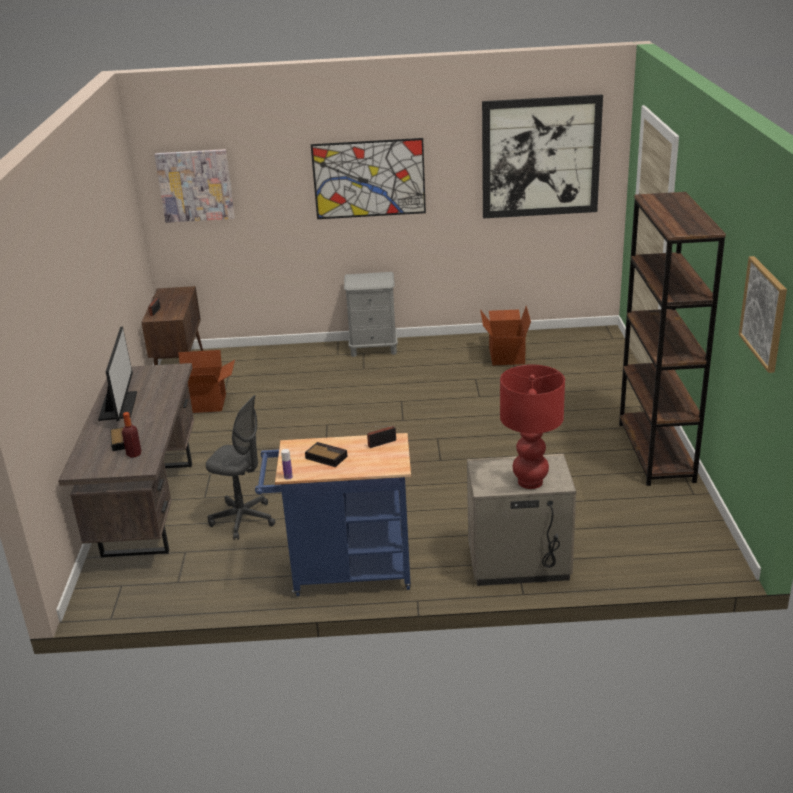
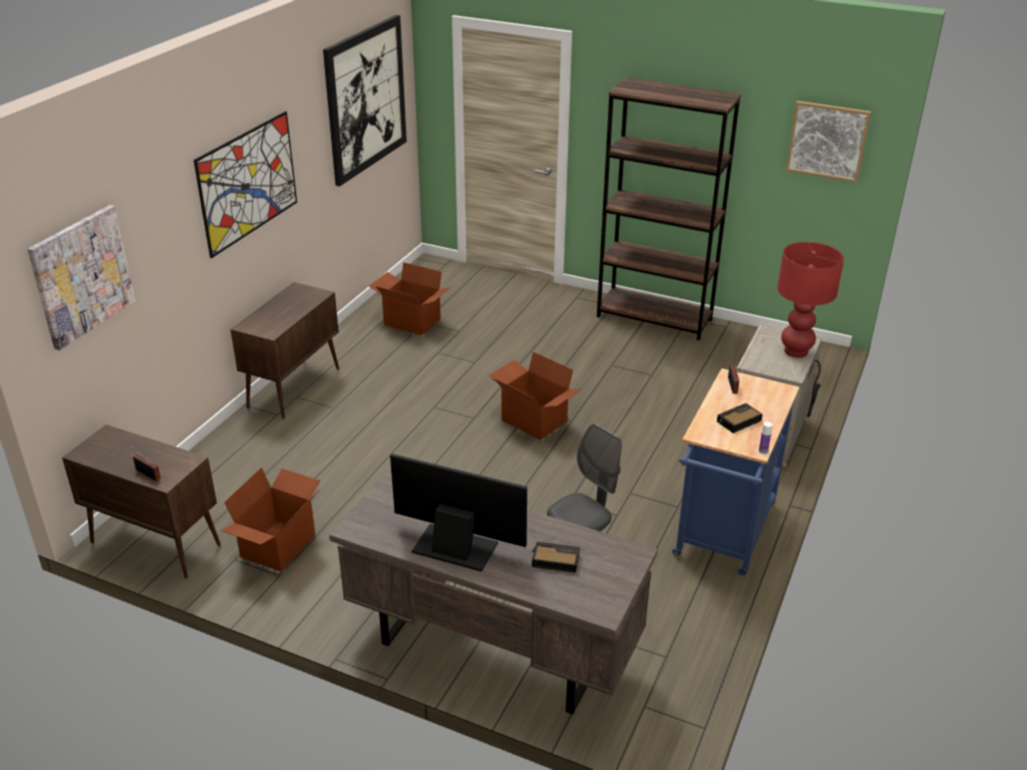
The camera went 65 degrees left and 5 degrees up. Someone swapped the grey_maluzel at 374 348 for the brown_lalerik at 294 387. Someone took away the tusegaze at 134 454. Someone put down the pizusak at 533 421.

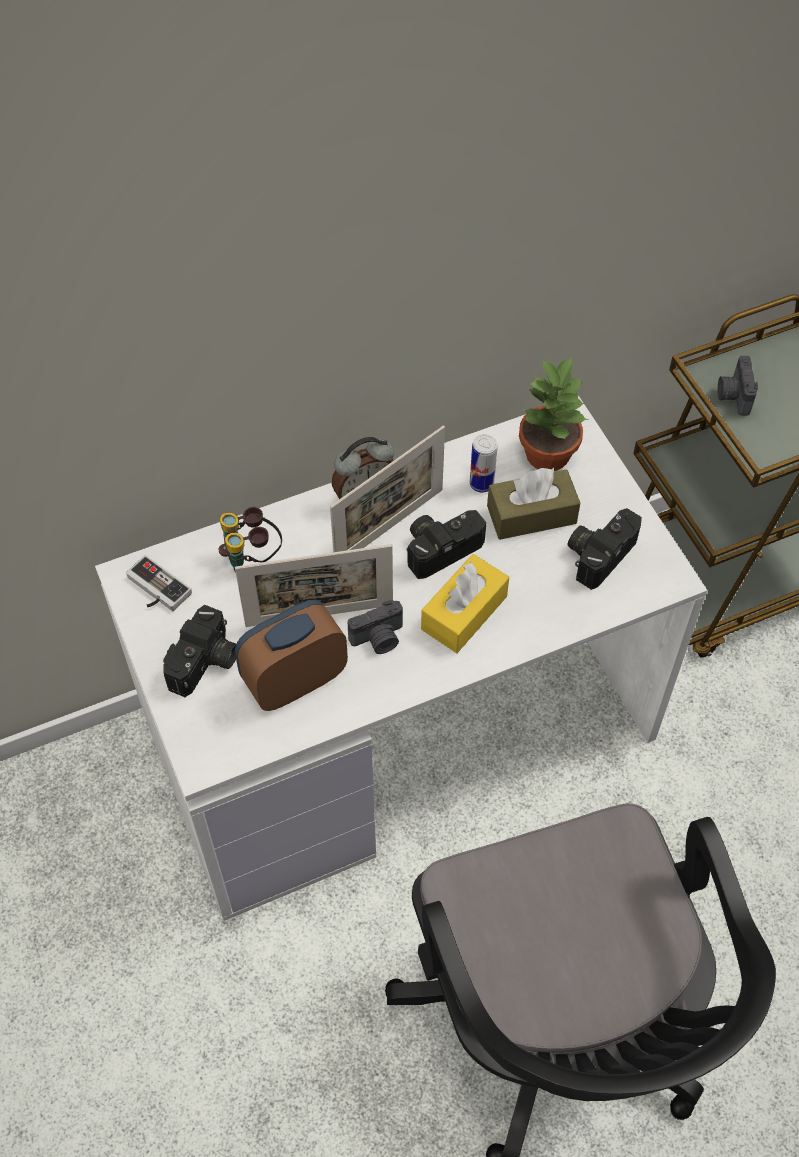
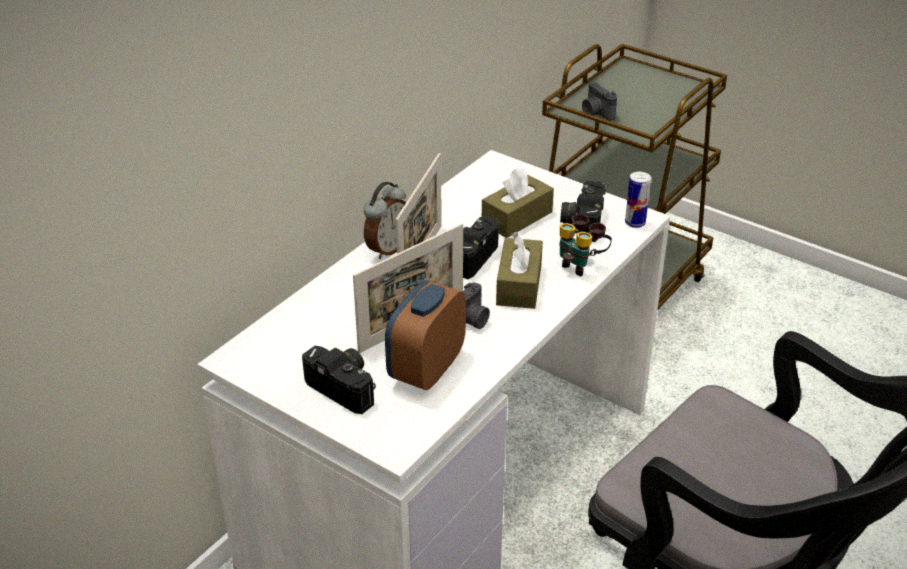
The camera went 30 degrees left and 20 degrees down. Someone took away the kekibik at 547 452. Someone carried the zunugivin from 481 483 to 635 223. Someone carried the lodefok from 252 558 to 581 264. Someone repainted the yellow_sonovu at 464 613, which became the brown_sonovu at 519 285. Someone took away the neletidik at 155 590. Someone rotated the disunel at 206 663 by 45 degrees counterclockwise.

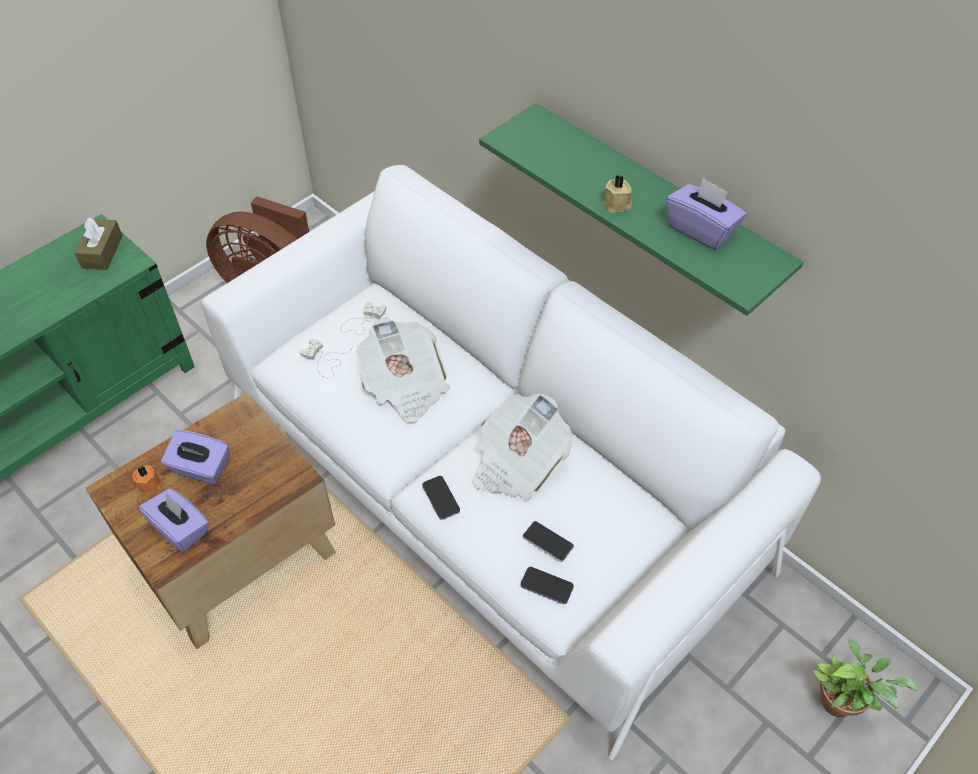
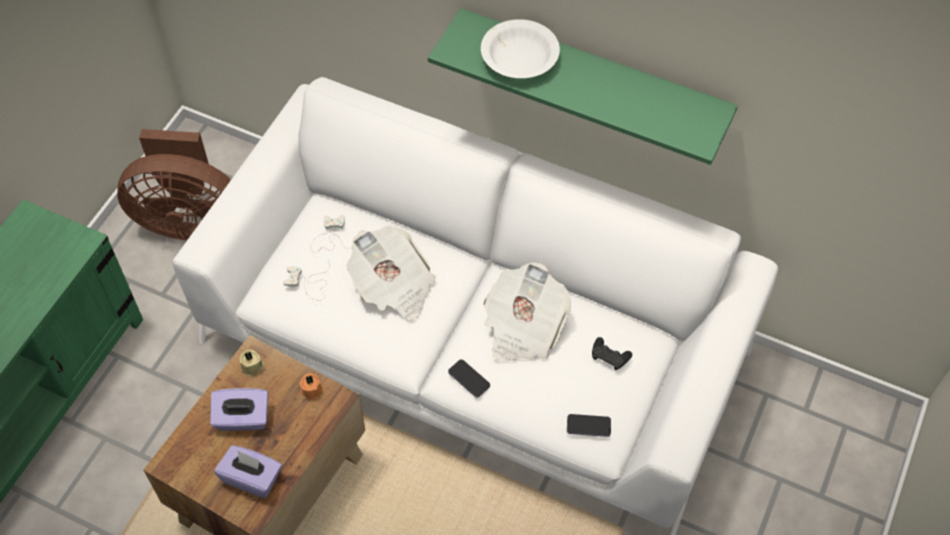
The camera went 20 degrees left and 5 degrees up. Someone carried the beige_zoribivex from 617 205 to 253 367. Someone took away the purple_sonovu at 701 229. Someone took away the brown_sonovu at 102 252. Someone carried the orange_zoribivex from 150 484 to 312 389. Someone took away the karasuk at 547 542. Someone took away the kekibik at 841 701. Someone put down the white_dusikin at 519 58. Someone put down the black_neletidik at 609 356.

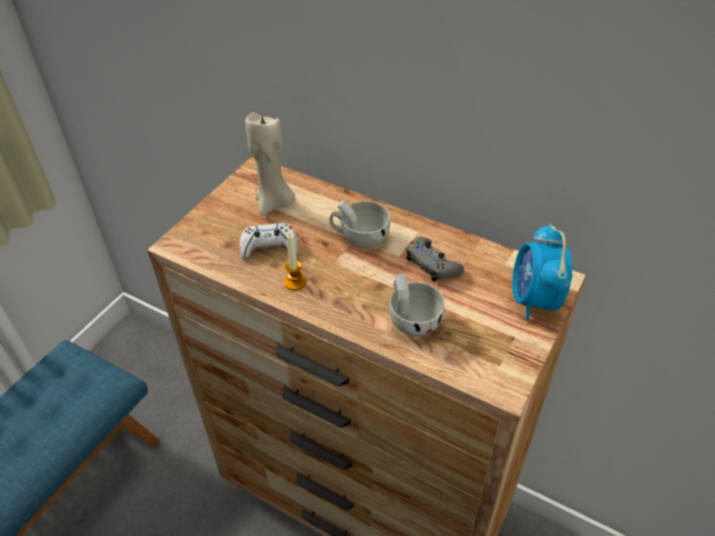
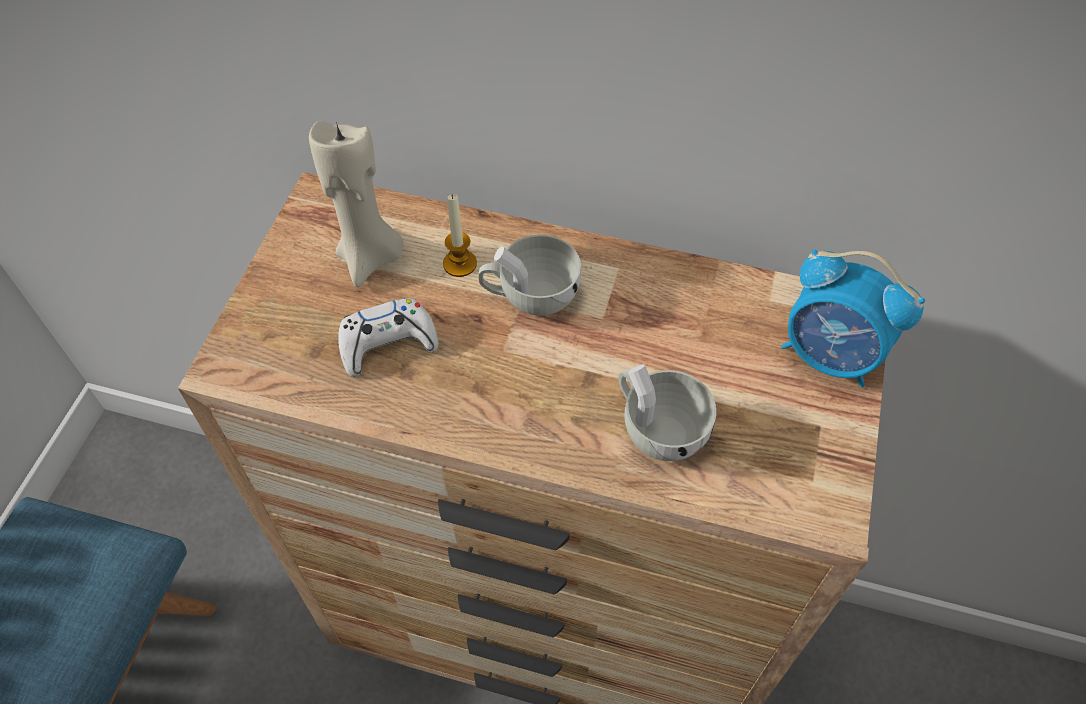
The camera went 15 degrees left and 10 degrees up. Someone rotated the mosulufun at 534 300 by 45 degrees counterclockwise. Someone carried the zoribivex from 295 282 to 460 264. Someone took away the grey_neletidik at 432 264.

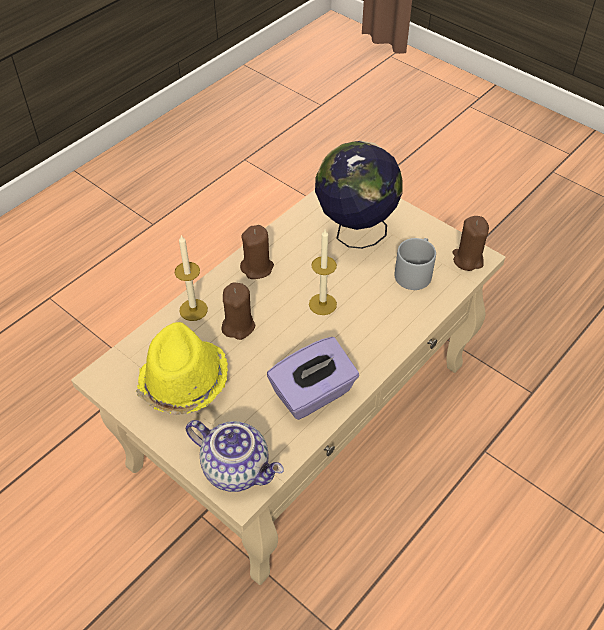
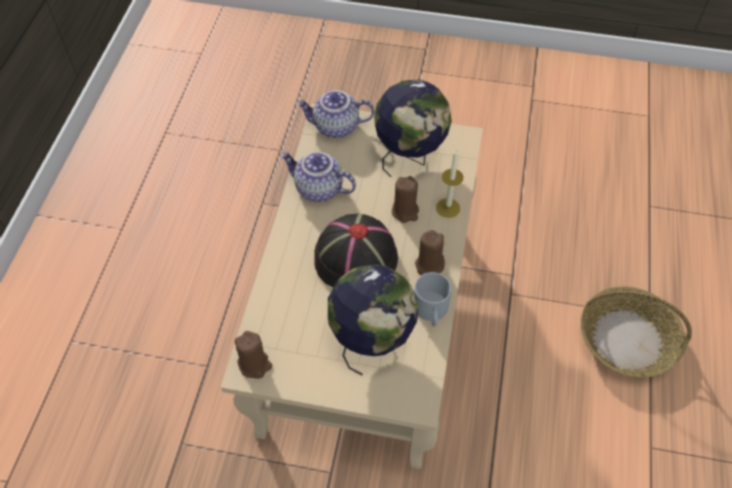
The camera went 150 degrees right and 5 degrees up. Someone swapped the zoribivex at 322 304 for the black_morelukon at 355 258. Someone carried the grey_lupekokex from 414 271 to 432 311. Someone swapped the yellow_morelukon at 183 382 for the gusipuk at 410 158. Someone swapped the purple_sonovu at 313 394 for the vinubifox at 318 189. Someone put down the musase at 626 340.

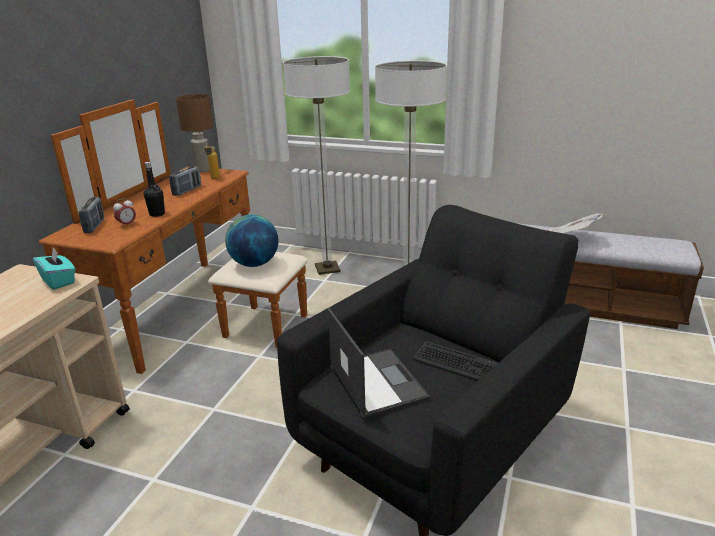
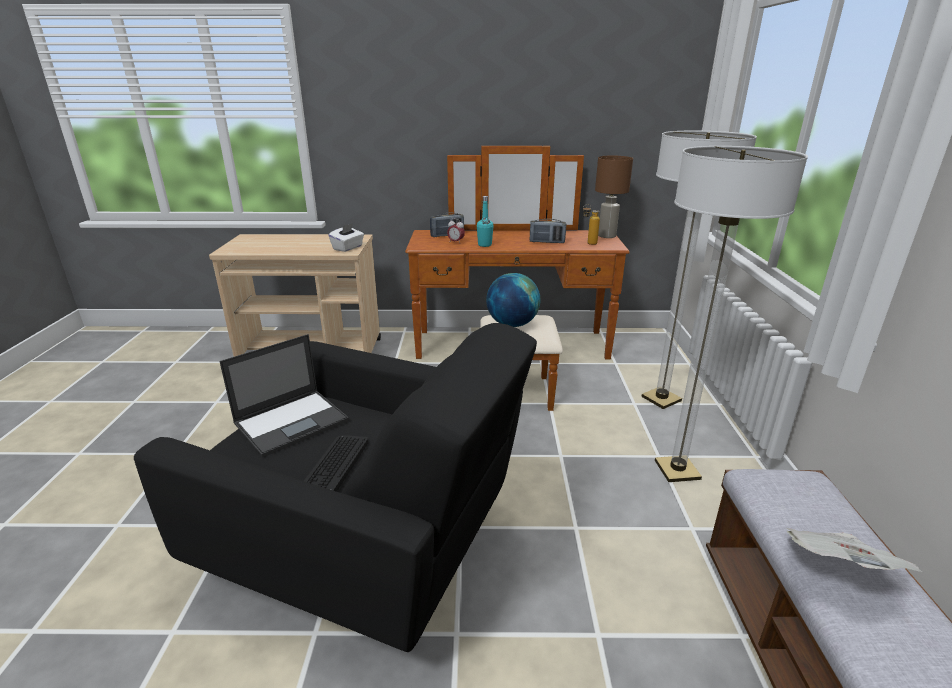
The camera went 70 degrees right and 0 degrees up. Someone repainted the black_tusegaze at 157 214, which became the turquoise_tusegaze at 484 245. Someone repainted the turquoise_sonovu at 59 281, which became the white_sonovu at 348 248.

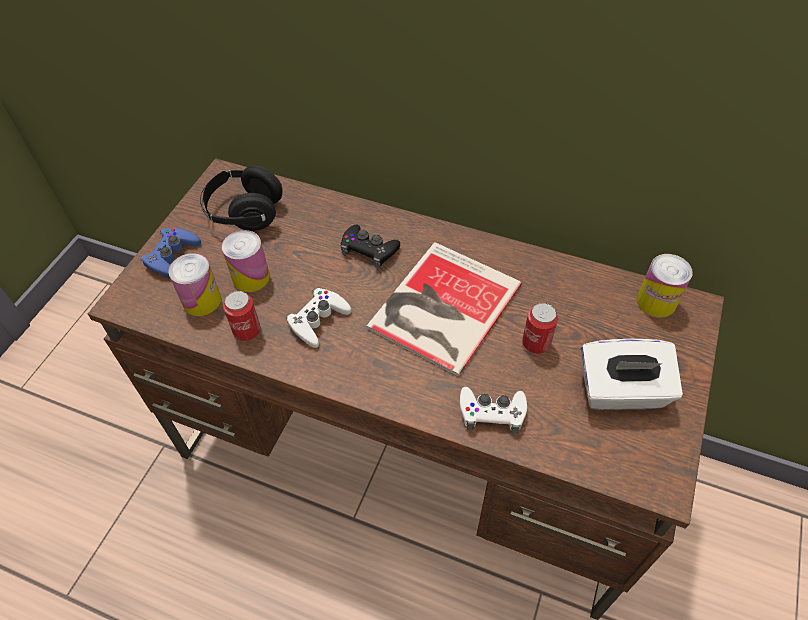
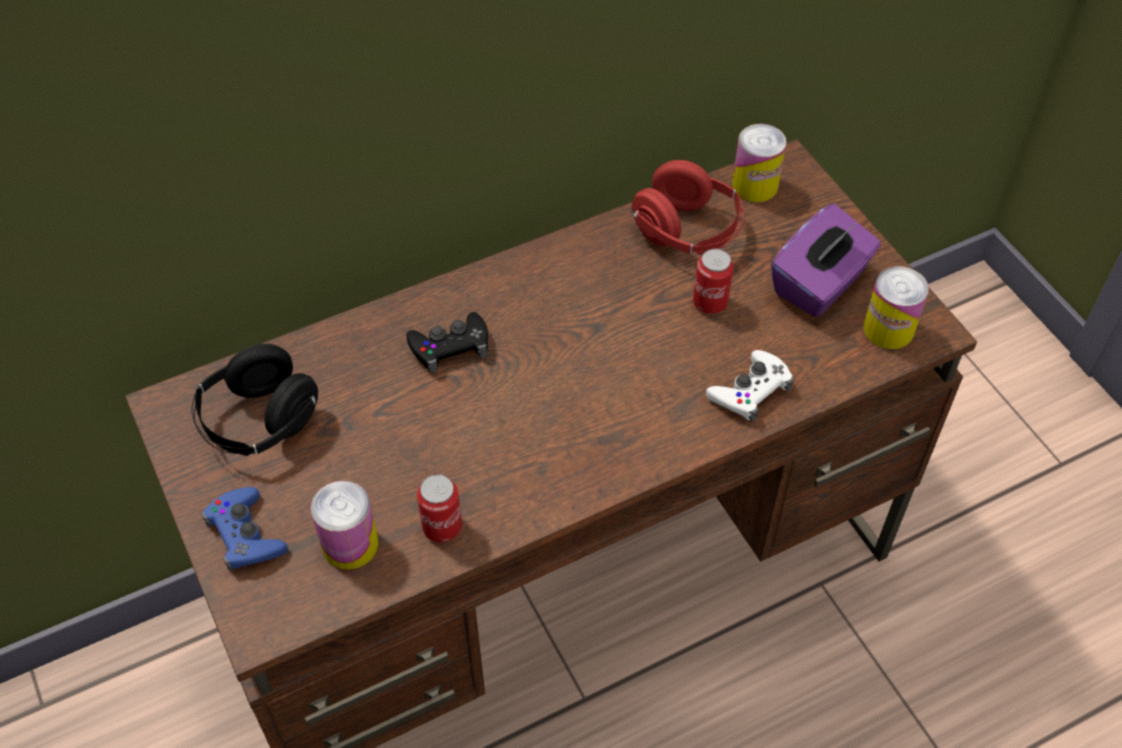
The camera went 50 degrees left and 0 degrees up. Someone carried the zunugivin from 251 277 to 888 329. Someone took away the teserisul at 440 307. Someone took away the white_neletidik at 318 320. Someone repainted the white_sonovu at 621 391, which became the purple_sonovu at 820 284. Someone put down the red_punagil at 687 232.

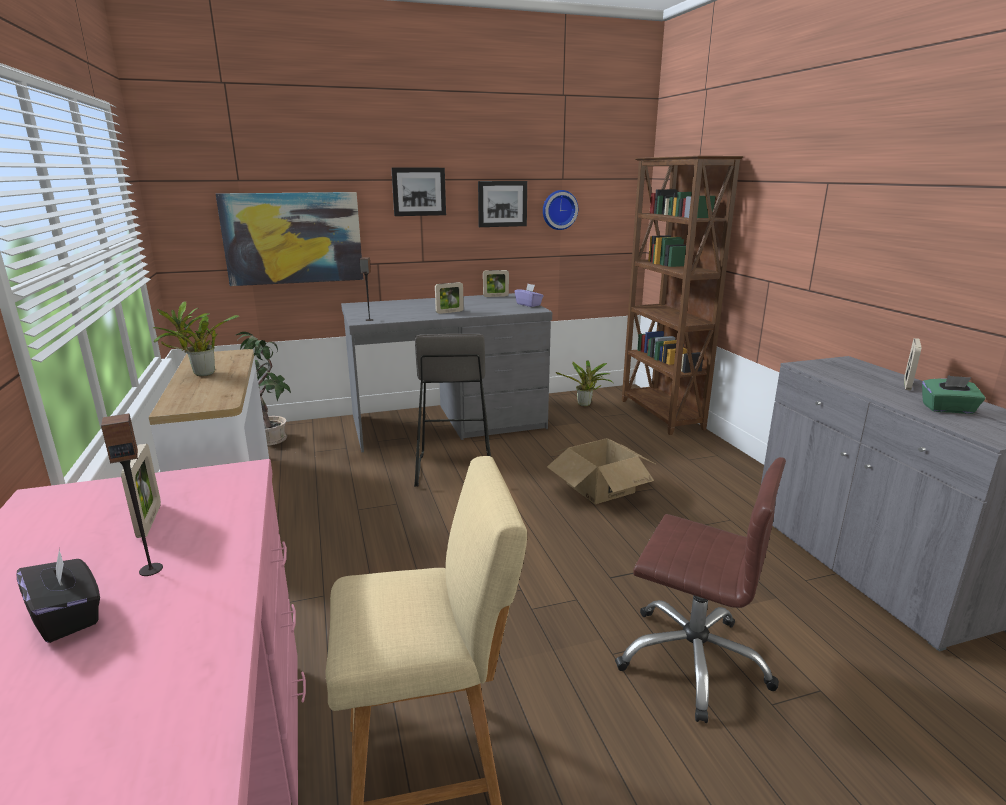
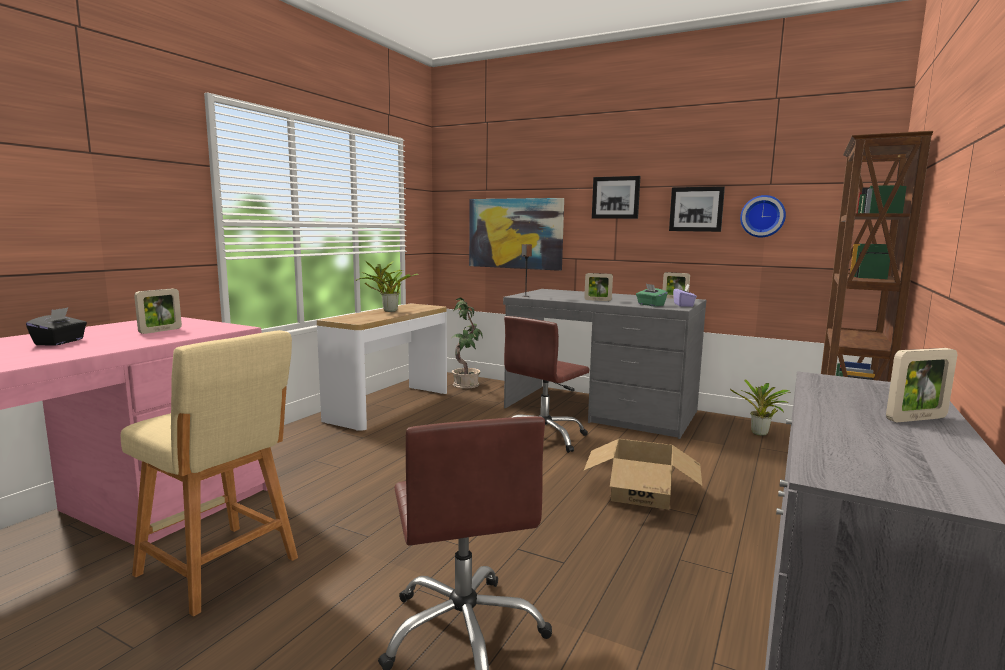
The camera went 45 degrees right and 10 degrees down. Someone swapped the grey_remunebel at 454 469 for the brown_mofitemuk at 544 437. Someone carried the green_sonovu from 948 409 to 650 305. Someone took away the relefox at 151 569.

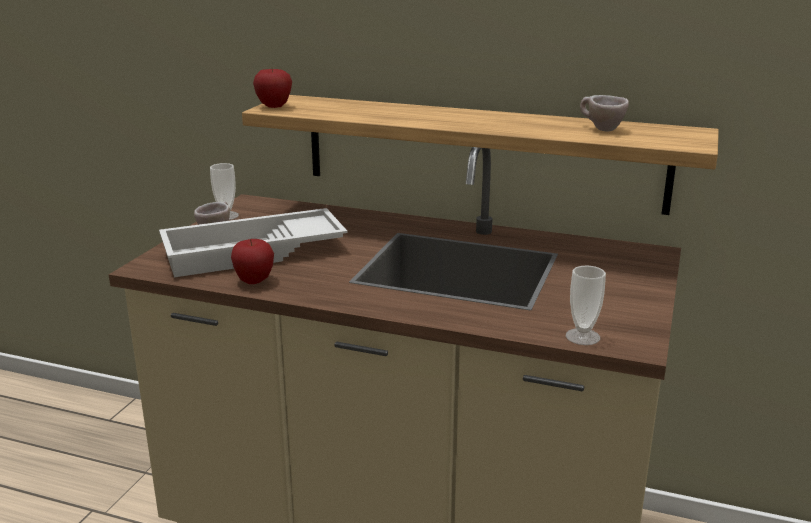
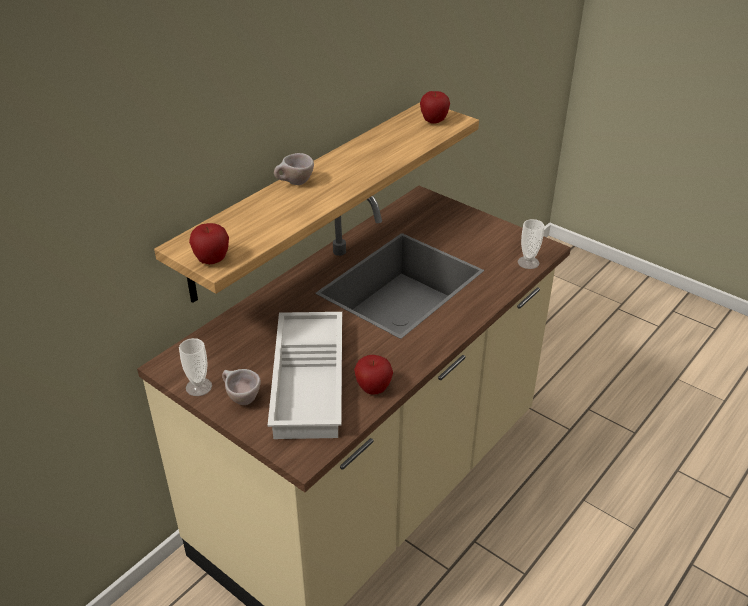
The camera went 70 degrees left and 15 degrees up. Someone carried the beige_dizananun from 600 129 to 294 184. Someone put down the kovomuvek at 434 121.

